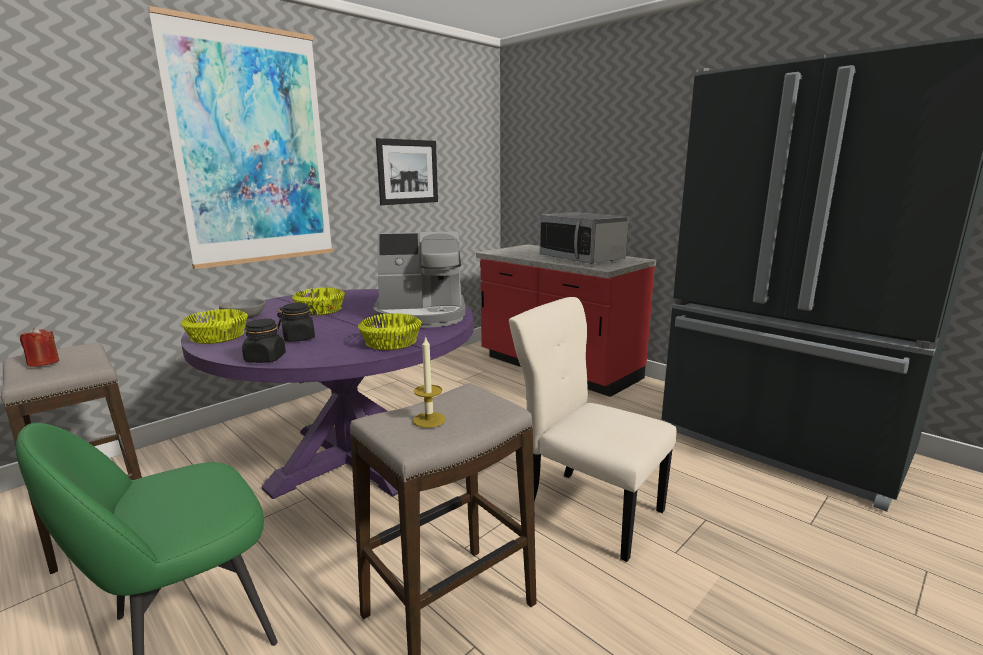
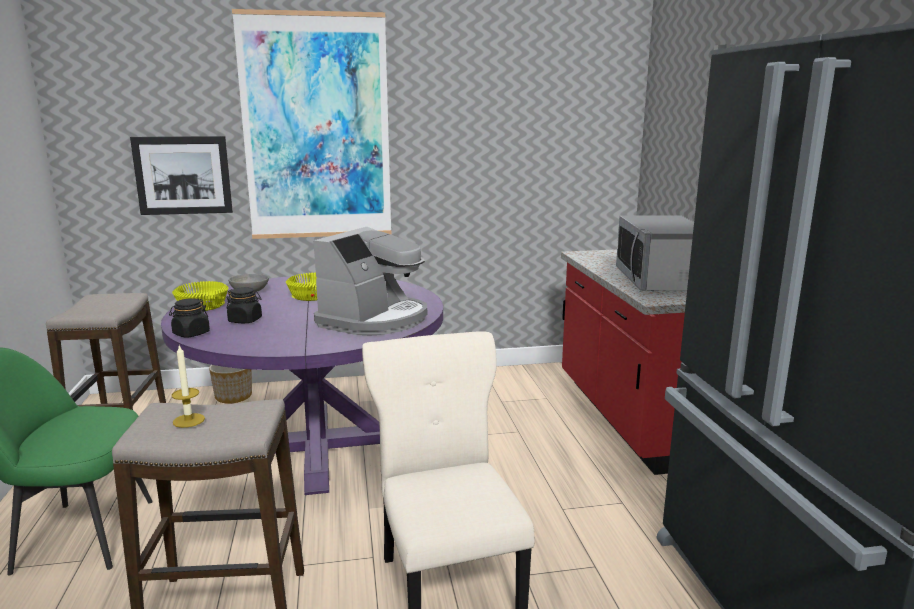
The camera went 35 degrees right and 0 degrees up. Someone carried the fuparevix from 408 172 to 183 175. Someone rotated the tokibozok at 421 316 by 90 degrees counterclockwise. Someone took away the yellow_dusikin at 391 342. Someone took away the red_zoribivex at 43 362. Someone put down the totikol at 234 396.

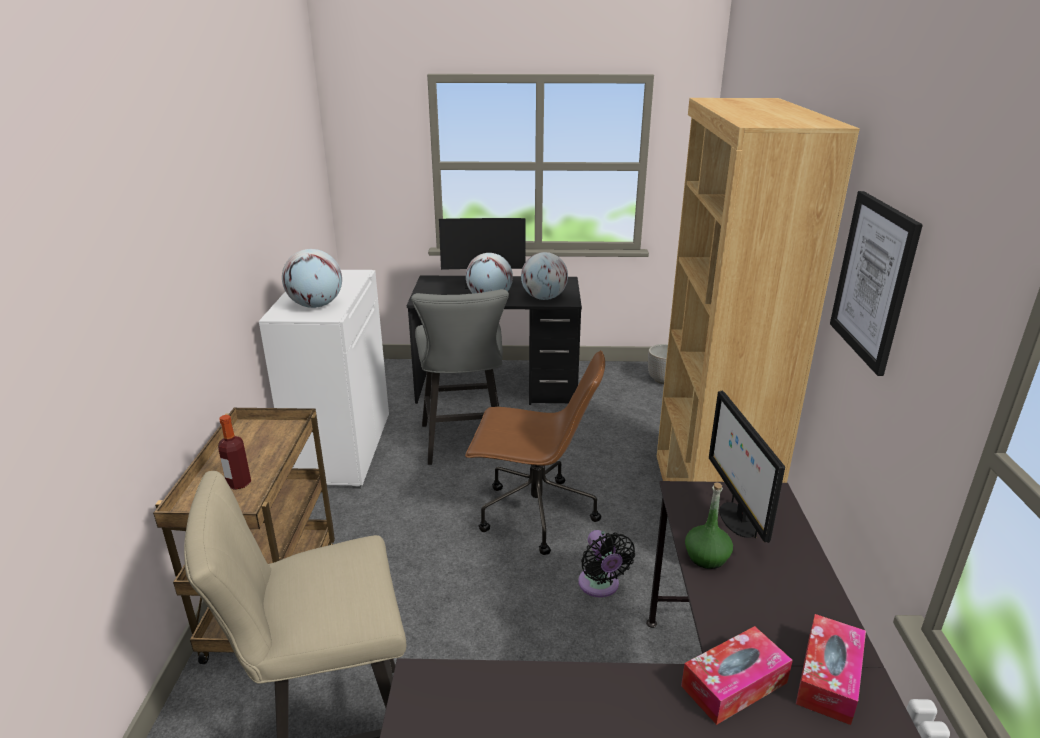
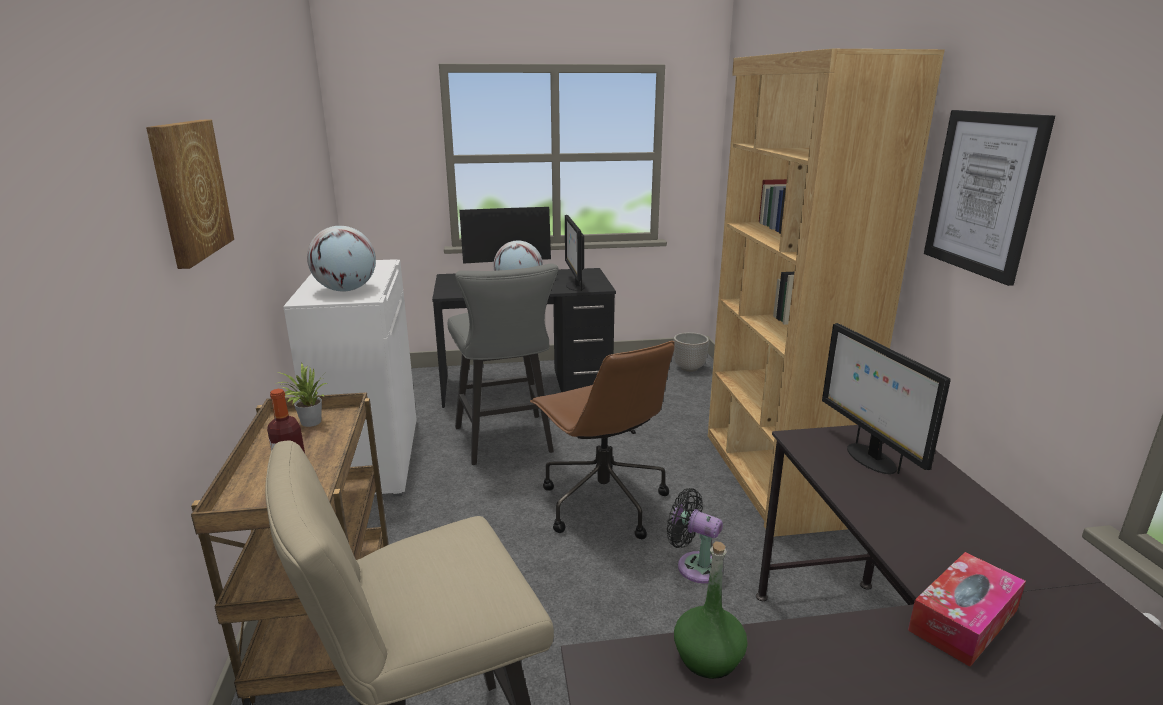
The camera went 10 degrees left and 5 degrees down. Someone swapped the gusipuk at 544 298 for the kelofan at 574 286. Someone rotated the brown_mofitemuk at 534 514 by 60 degrees clockwise. Someone carried the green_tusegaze from 707 557 to 708 657. Someone rotated the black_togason at 600 586 by 150 degrees clockwise. Someone took away the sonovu at 828 677. Someone put up the fuparevix at 189 190. Someone put down the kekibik at 308 423.

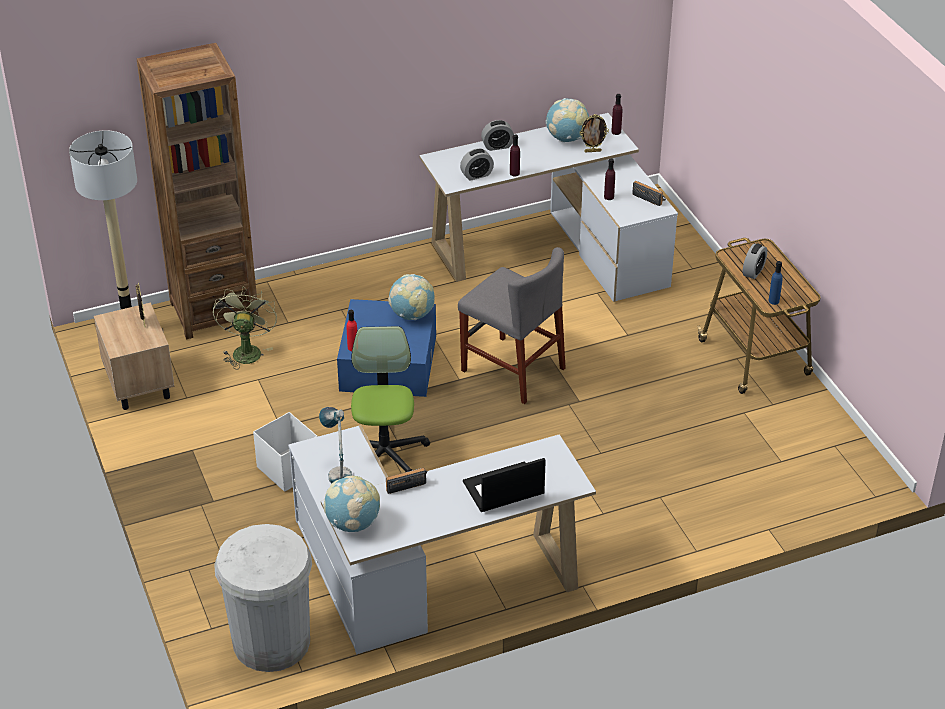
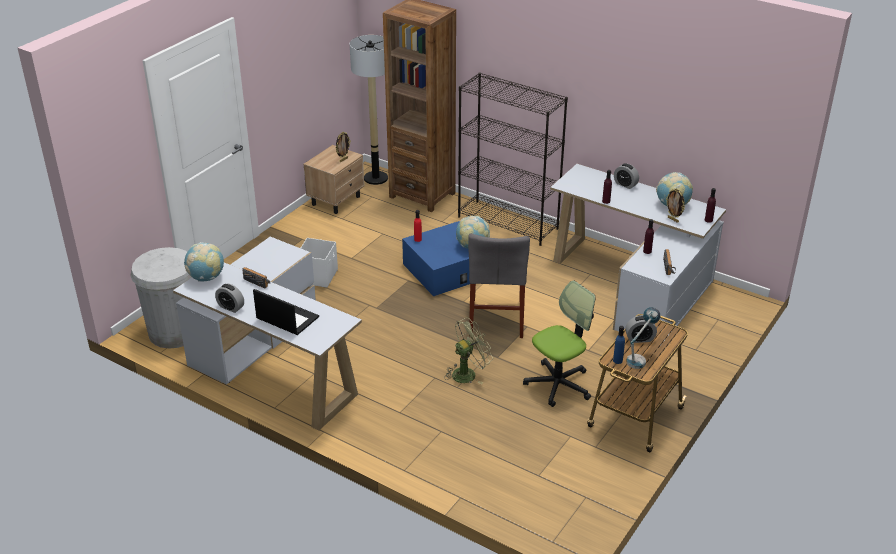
The camera went 55 degrees right and 5 degrees down. Someone carried the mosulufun from 476 175 to 231 307. Someone carried the green_togason from 246 350 to 468 373. Someone carried the mofitemuk from 384 453 to 558 384. Someone carried the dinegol from 337 470 to 640 358. Someone put down the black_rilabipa at 508 222.

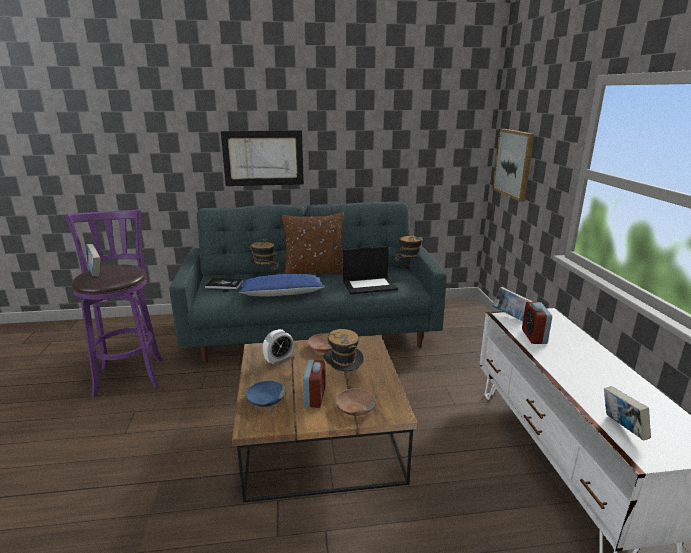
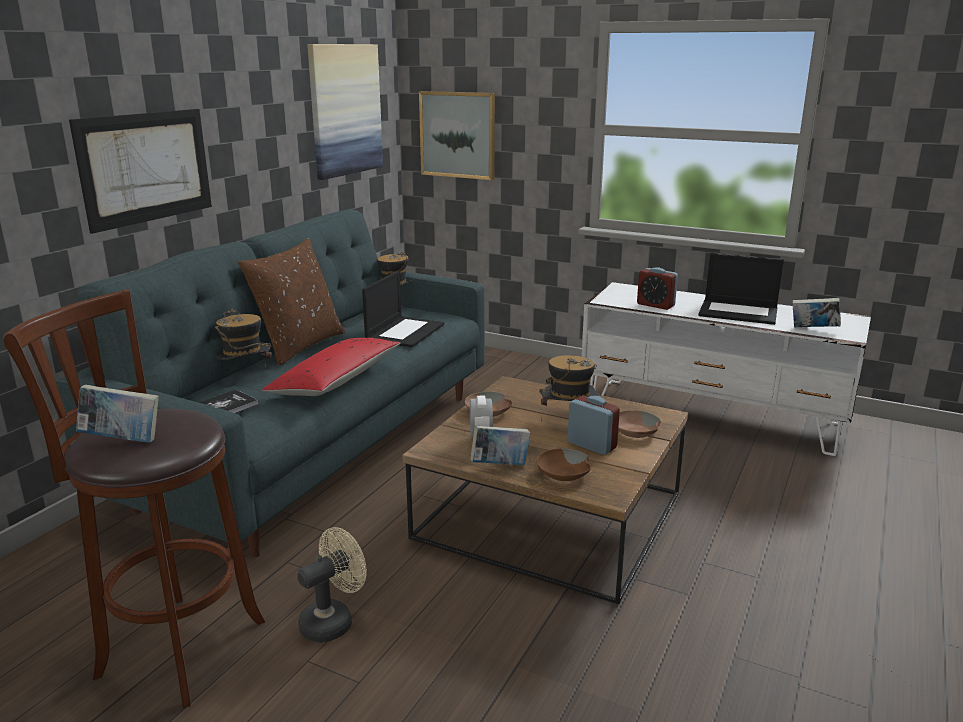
The camera went 55 degrees left and 0 degrees up. Someone repainted the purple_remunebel at 130 375, which became the brown_remunebel at 175 646. Someone repainted the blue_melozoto at 282 294, which became the red_melozoto at 336 381. Someone carried the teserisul from 510 316 to 500 465. Someone repainted the blue_dusikin at 265 399, which became the brown_dusikin at 563 473. Someone put up the fuparevix at 345 110. Someone put down the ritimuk at 739 312. Someone put down the beige_togason at 333 621.

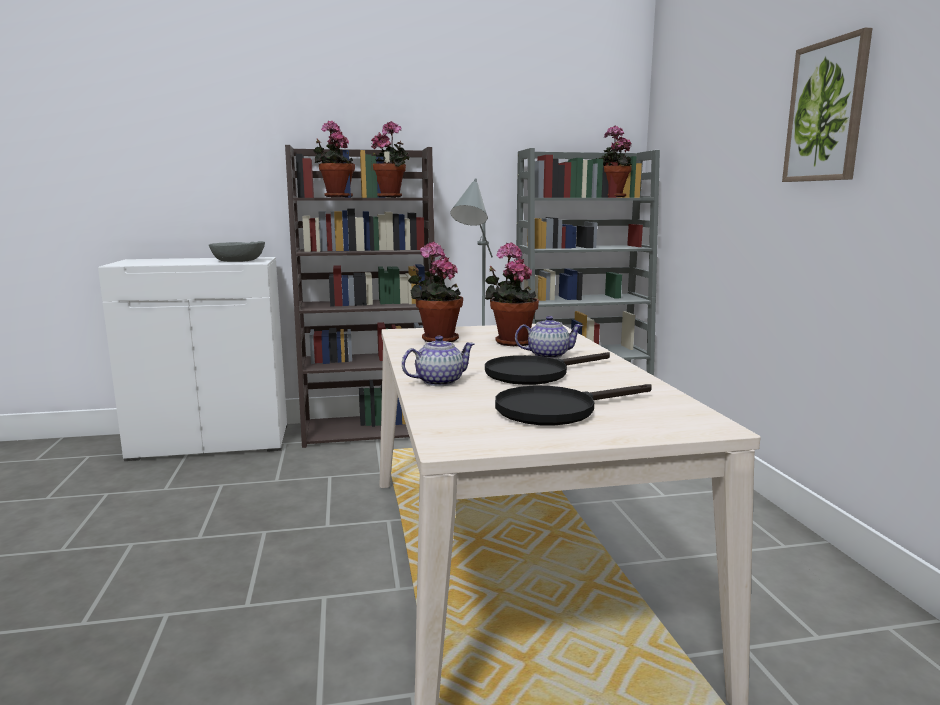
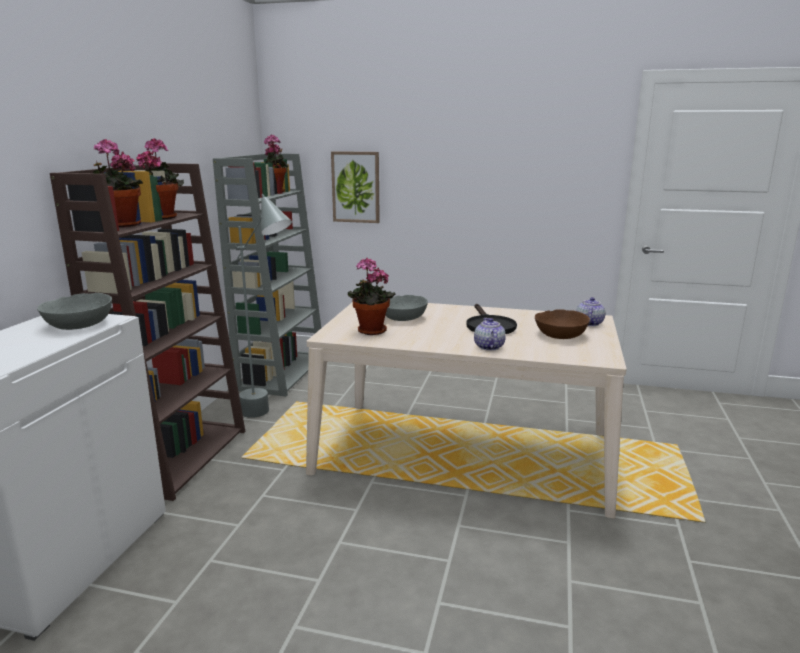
The camera went 65 degrees left and 5 degrees up. Someone carried the fuparevix from 826 112 to 356 187. Someone swapped the kekibik at 511 342 for the grey_dusikin at 403 317. Someone carried the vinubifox from 547 355 to 589 323. Someone swapped the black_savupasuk at 557 409 for the brown_dusikin at 560 334.

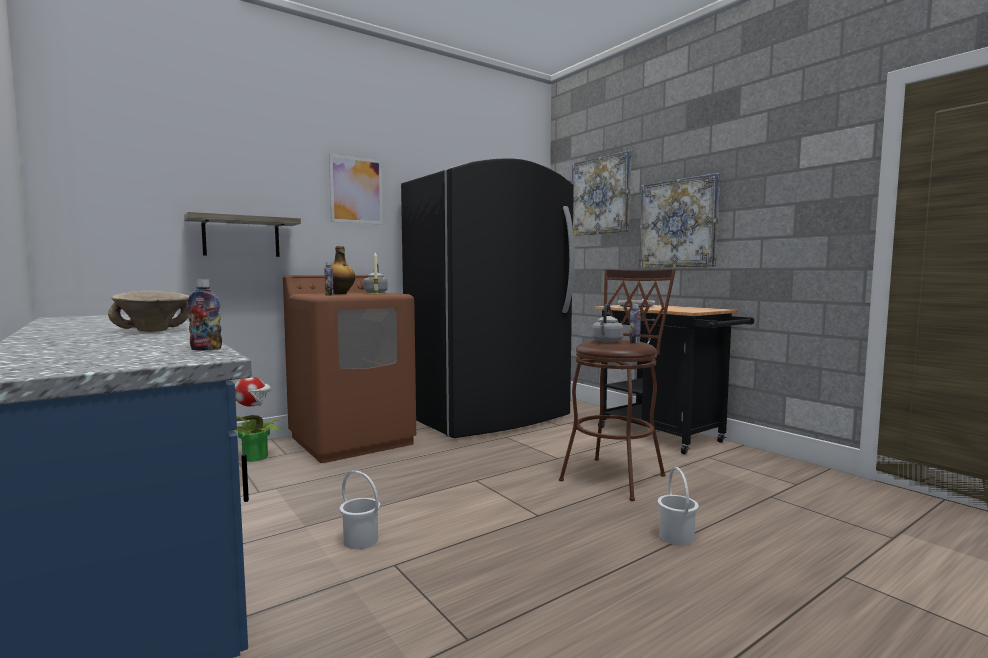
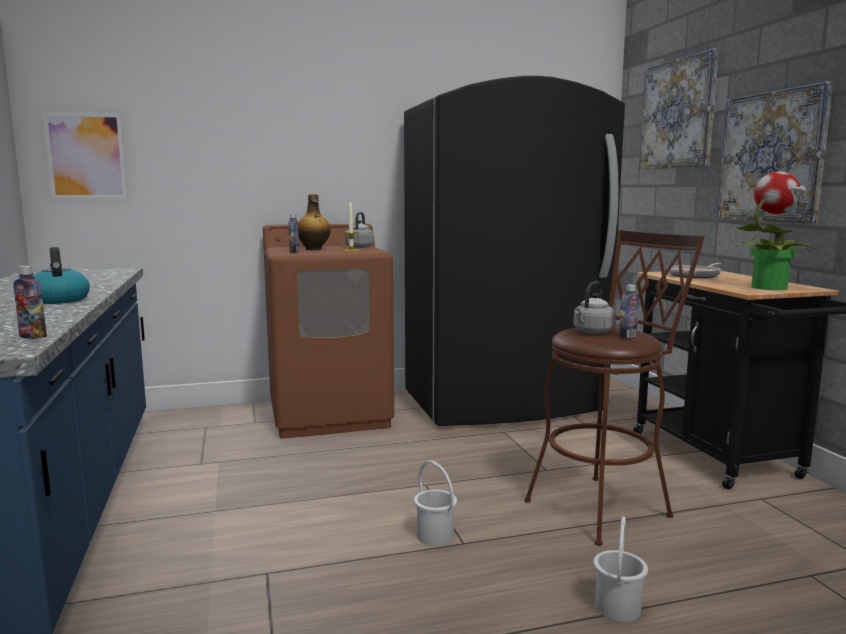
The camera went 20 degrees right and 5 degrees up. Someone carried the fuparevix from 356 190 to 86 156. Someone took away the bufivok at 241 237. Someone swapped the beige_dusikin at 154 330 for the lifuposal at 59 300. Someone carried the kekibik from 256 457 to 769 287. Someone carried the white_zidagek from 360 541 to 434 536.

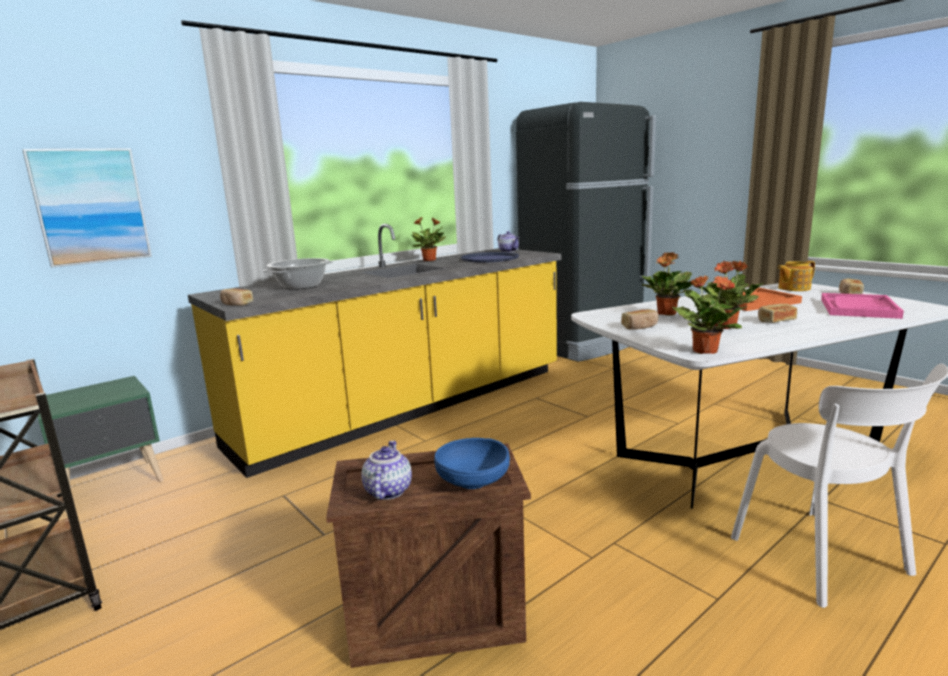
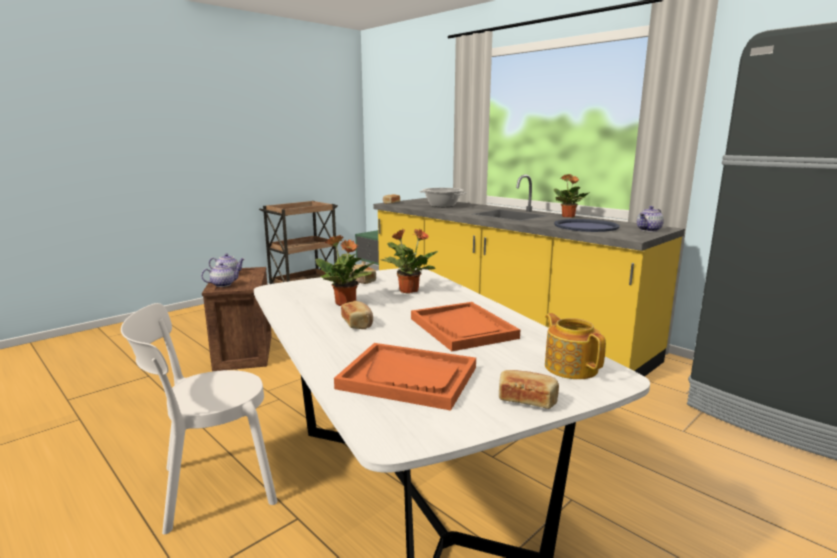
The camera went 85 degrees right and 0 degrees up. Someone took away the fuparevix at 91 206. Someone took away the kekibik at 704 351. Someone repainted the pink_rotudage at 858 308, which became the orange_rotudage at 408 378. Someone swapped the blue_dusikin at 473 481 for the vinubifox at 223 284.

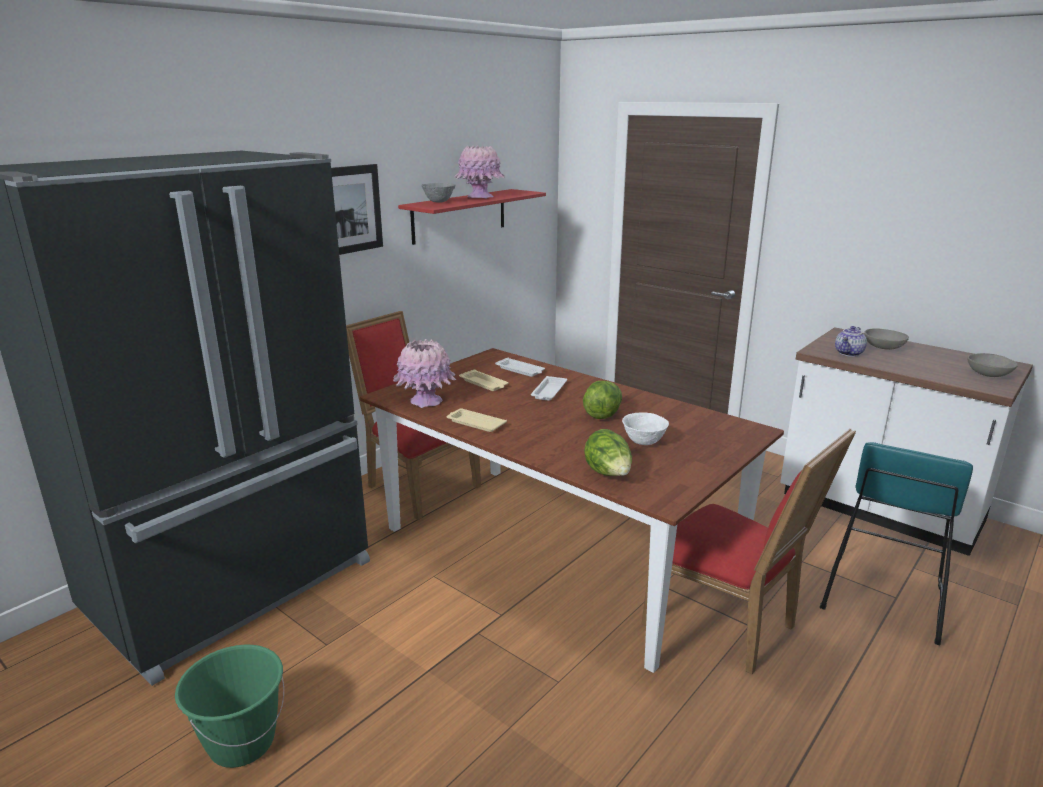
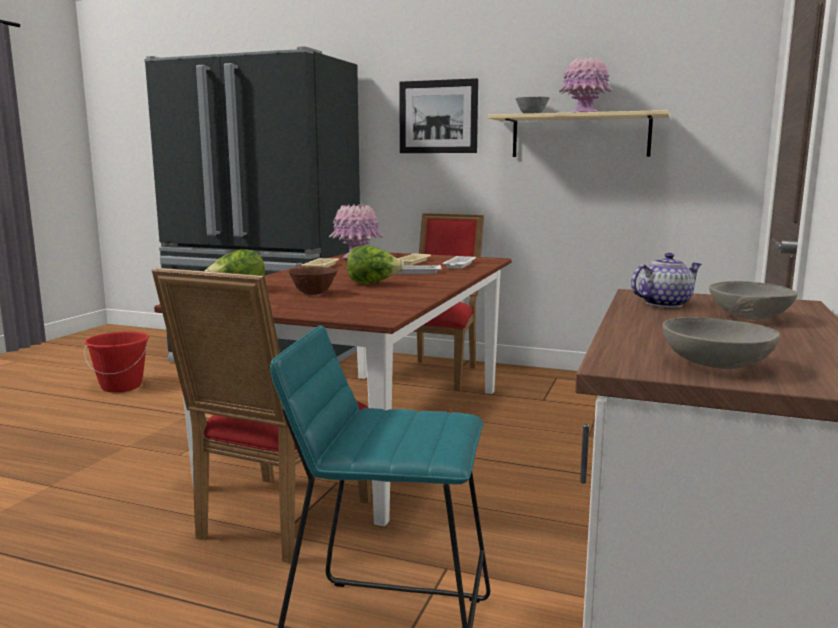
The camera went 70 degrees right and 10 degrees down. Someone repainted the red_bufivok at 459 215, which became the beige_bufivok at 580 136. Someone rotated the vinubifox at 849 353 by 135 degrees clockwise. Someone repainted the white_dusikin at 644 442, which became the brown_dusikin at 314 294. Someone repainted the green_zidagek at 242 742, which became the red_zidagek at 121 386.

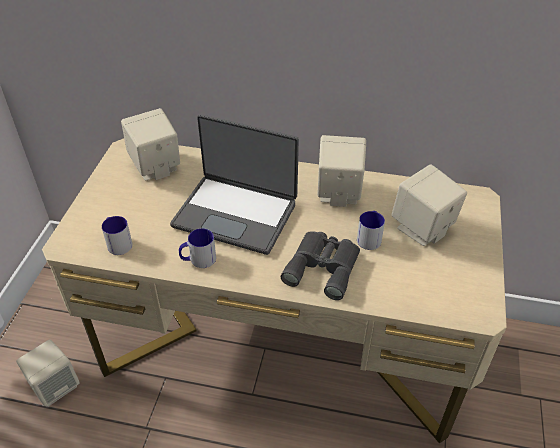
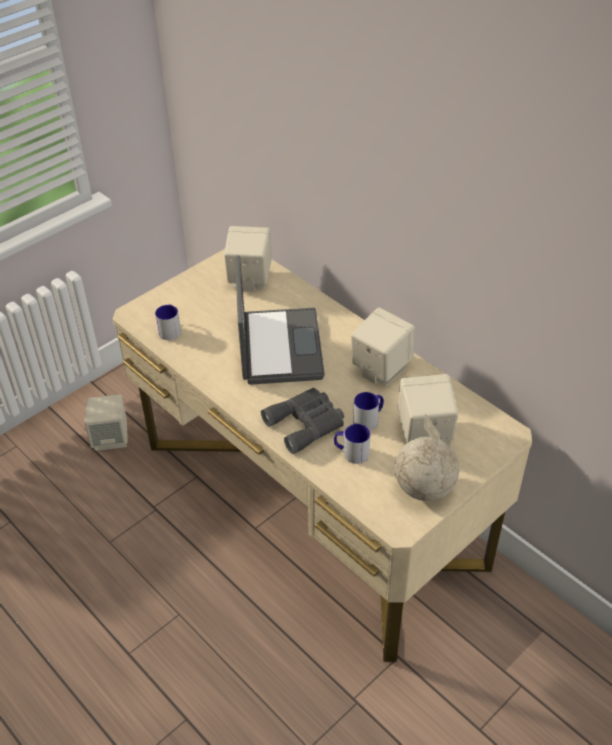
The camera went 35 degrees right and 0 degrees up. Someone rotated the ritimuk at 236 213 by 150 degrees counterclockwise. Someone carried the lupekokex from 198 260 to 351 452. Someone put down the gusipuk at 424 488.

